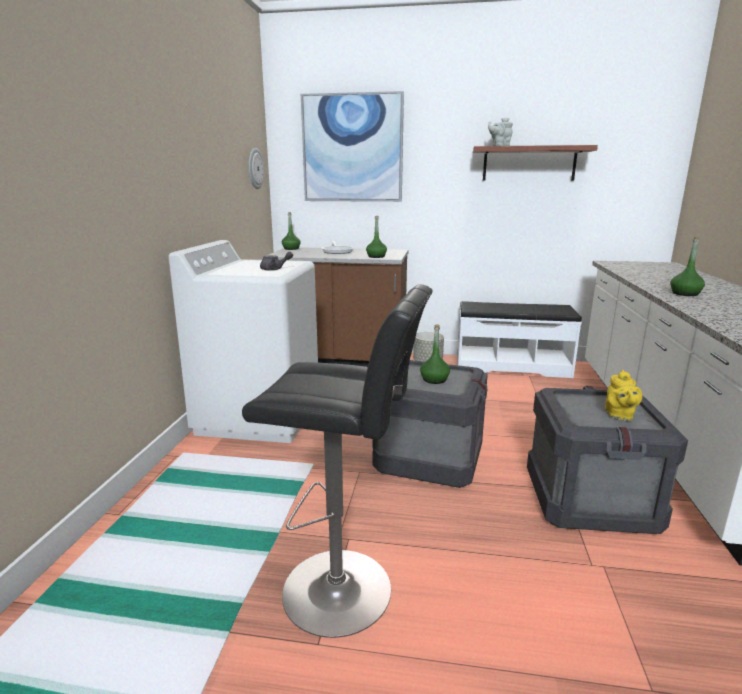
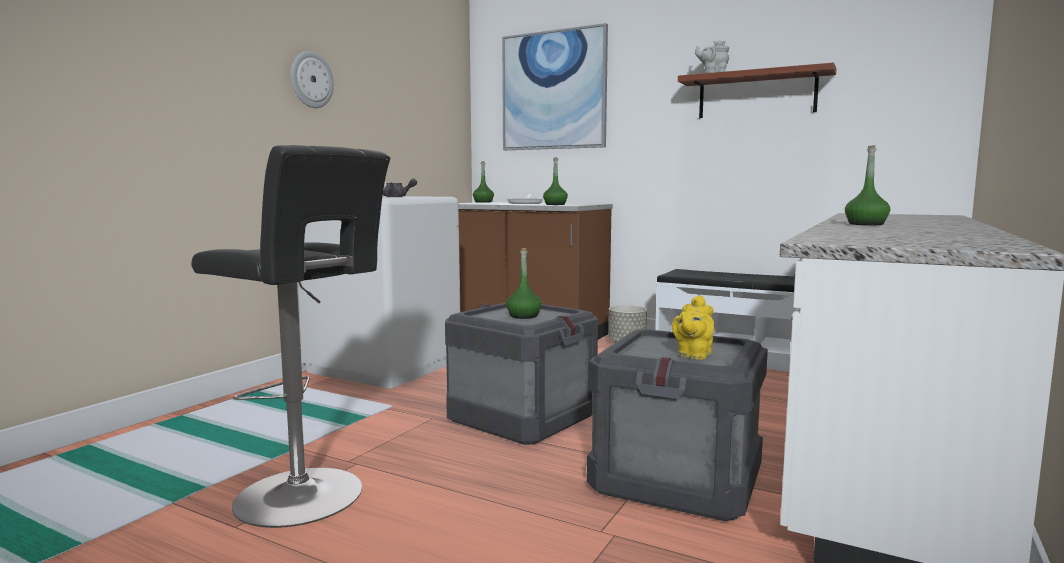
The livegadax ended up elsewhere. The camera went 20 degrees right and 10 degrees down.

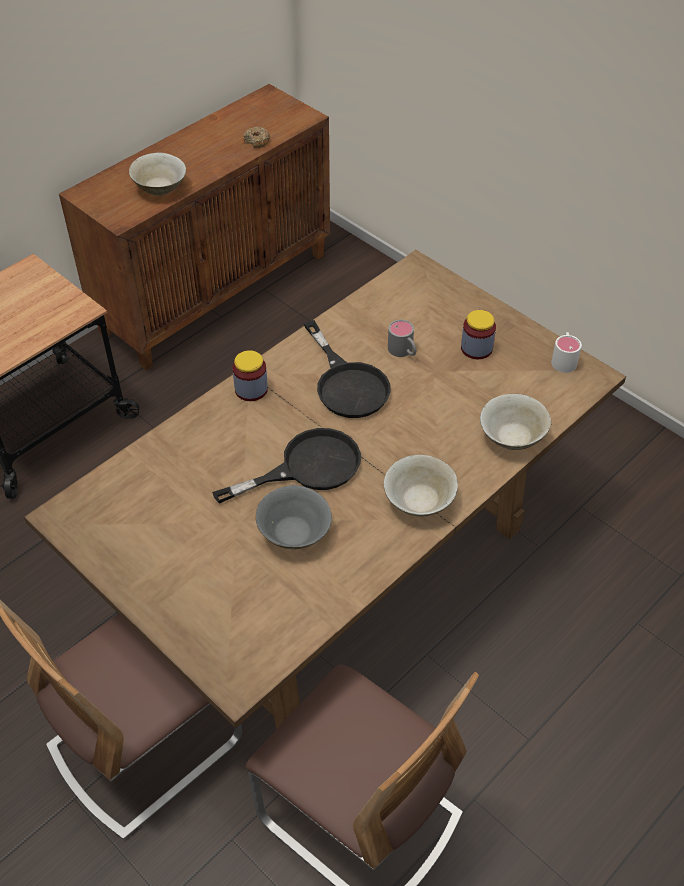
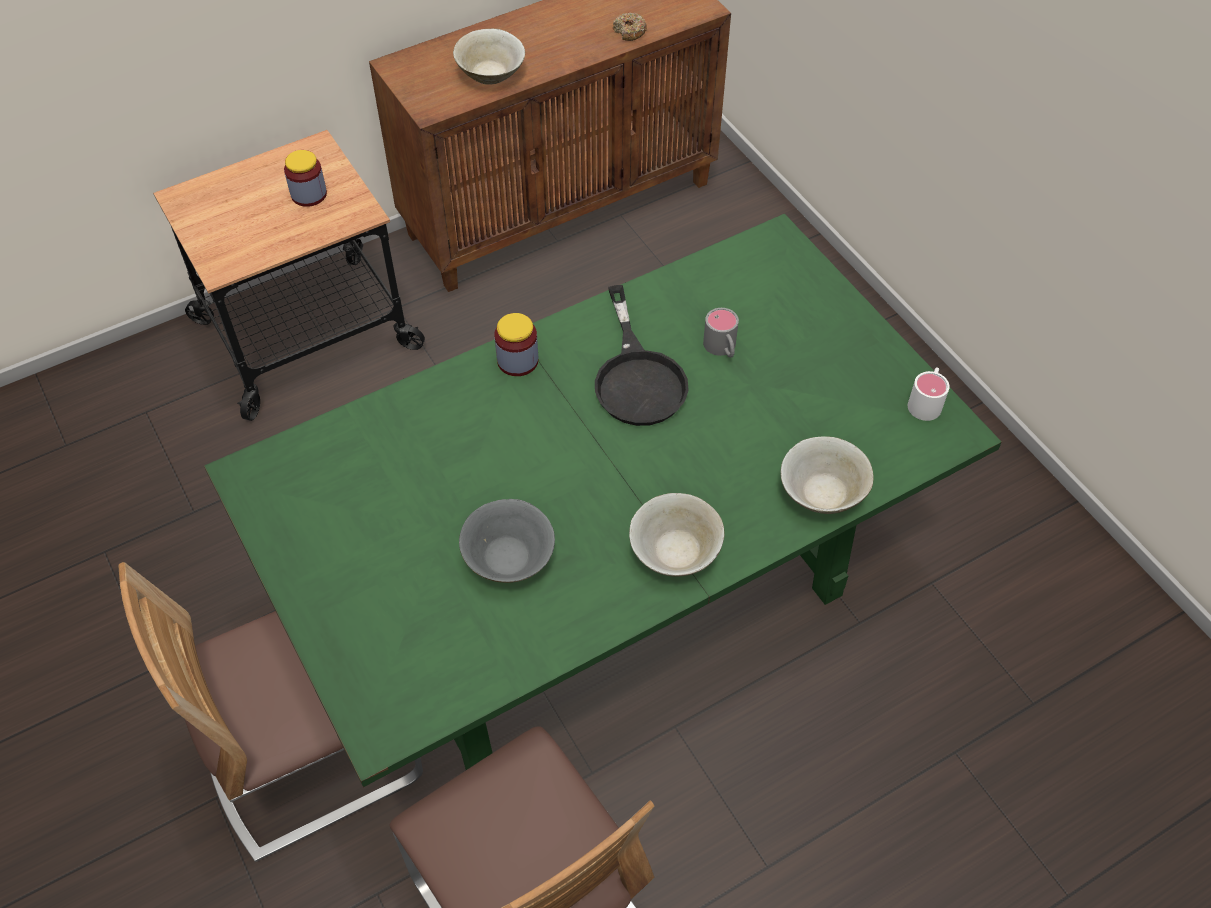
What was the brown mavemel turned into the green mavemel. The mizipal (2nd from left in the first image) ended up elsewhere. The second view lost the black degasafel (1st from left). The camera went 15 degrees right and 5 degrees up.

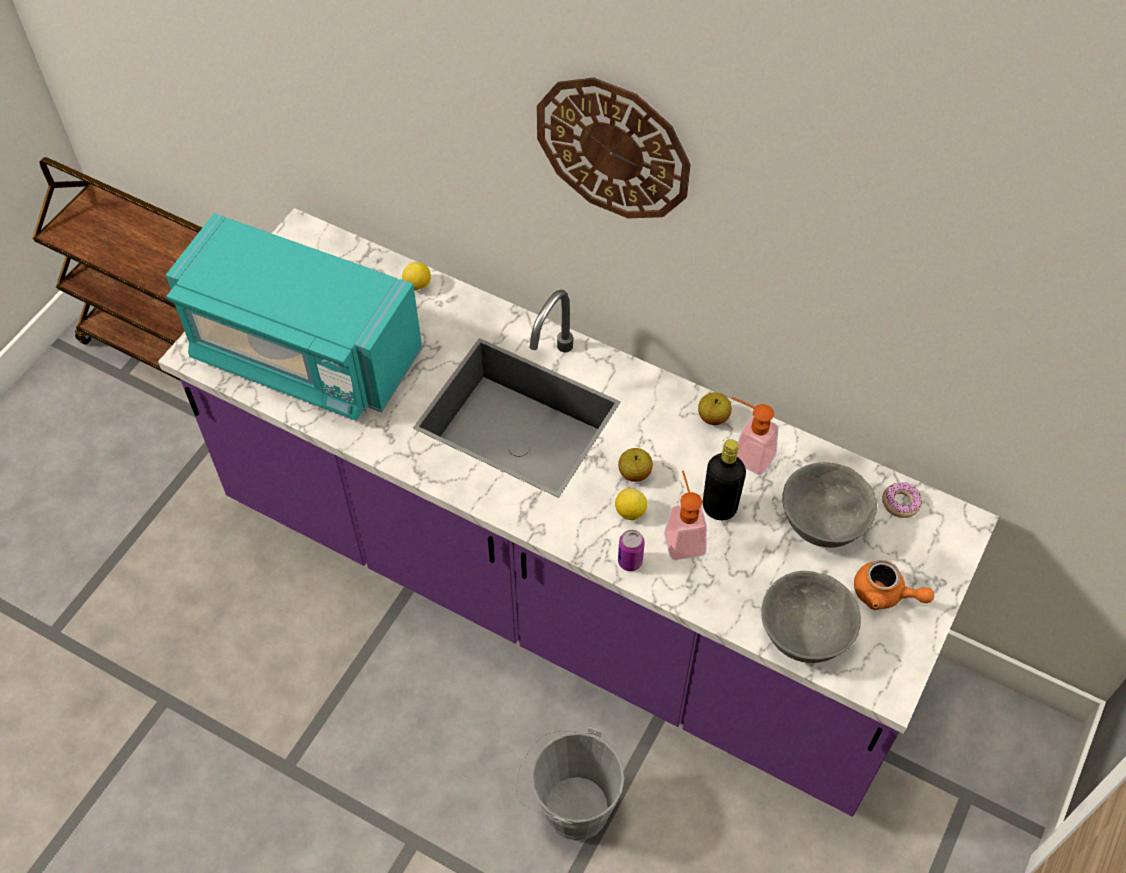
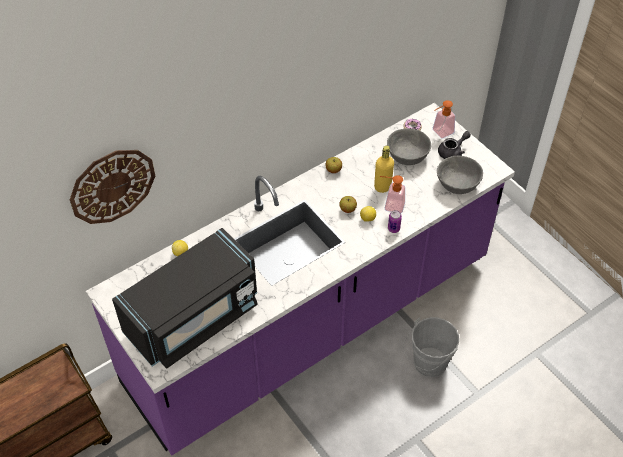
The livegadax ended up elsewhere. What was the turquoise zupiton turned into the black zupiton. What was the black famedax turned into the yellow famedax. The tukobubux (2nd from left) ended up elsewhere. What was the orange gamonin turned into the grey gamonin. The camera went 65 degrees left and 5 degrees down.

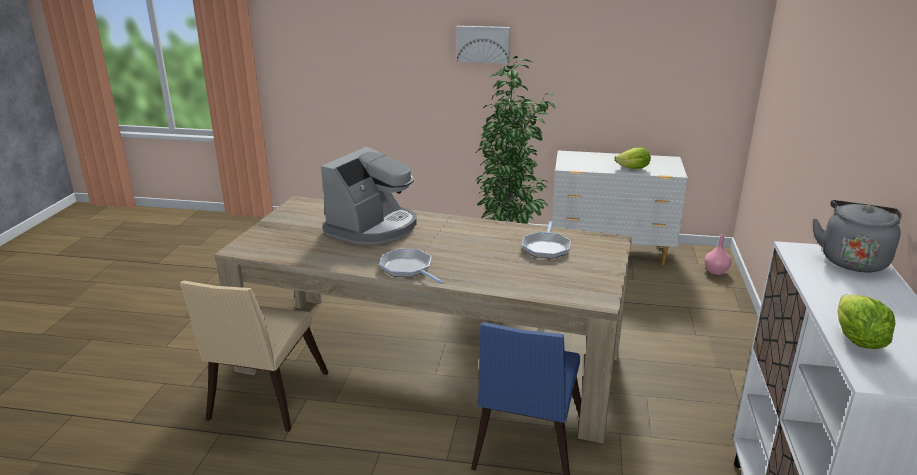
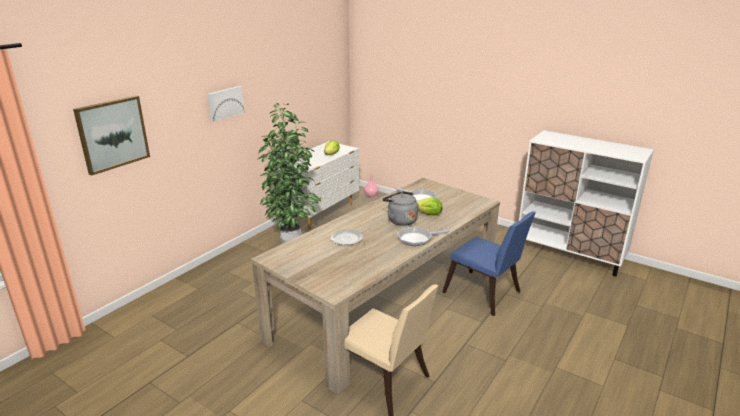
The second view gained the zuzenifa (1st from left). Where the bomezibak stood, the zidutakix came to stand. The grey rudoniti ended up elsewhere. The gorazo (2nd from left) ended up elsewhere. The camera went 65 degrees left and 0 degrees up.

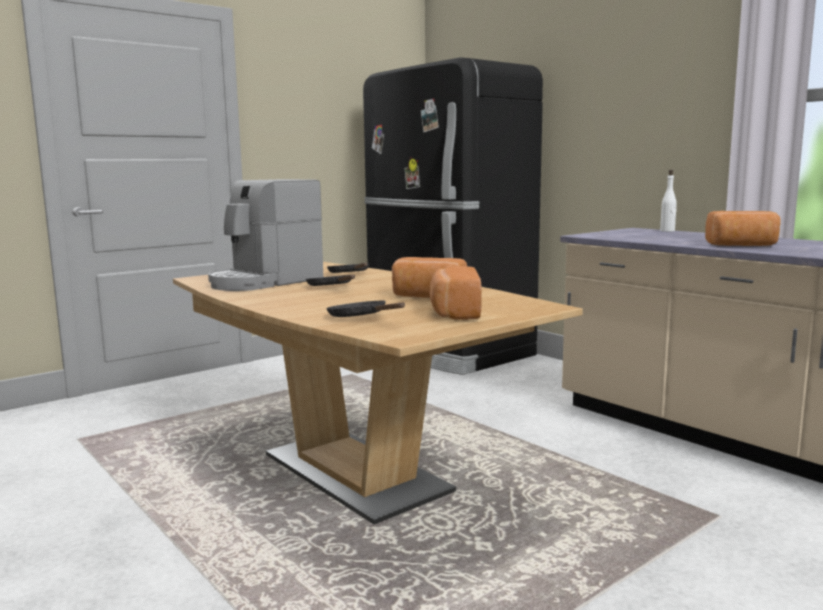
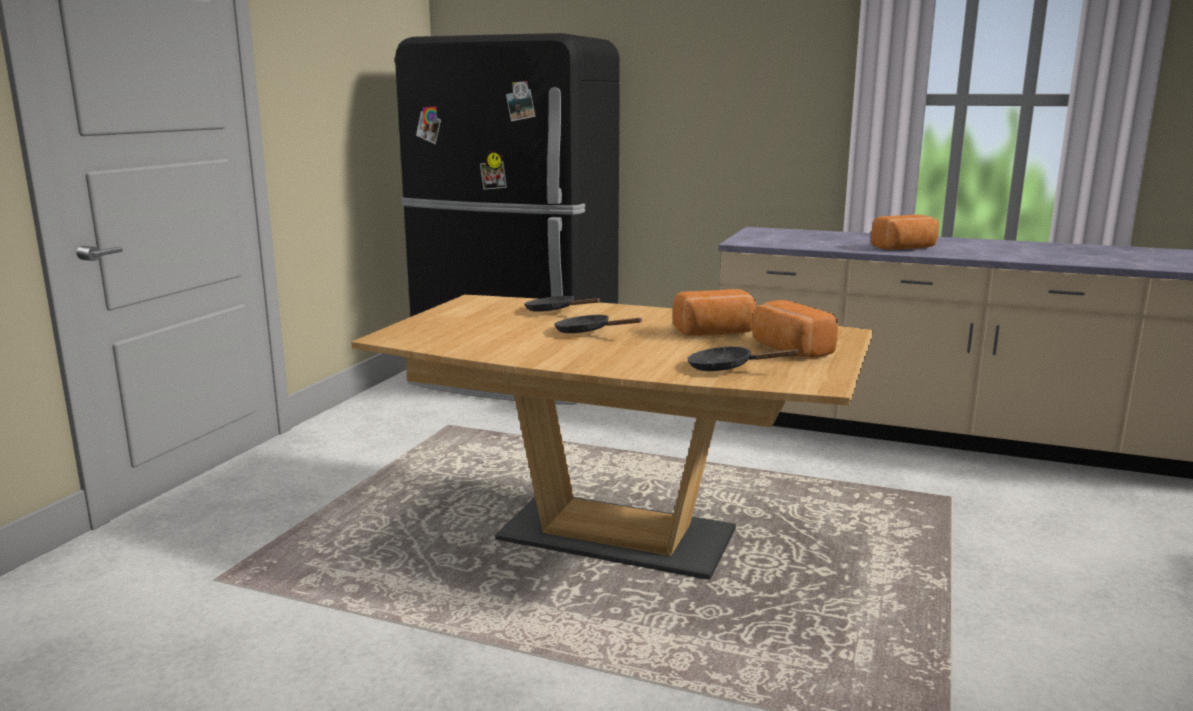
The second view lost the bomezibak. The second view lost the white famedax. The camera went 30 degrees left and 5 degrees up.

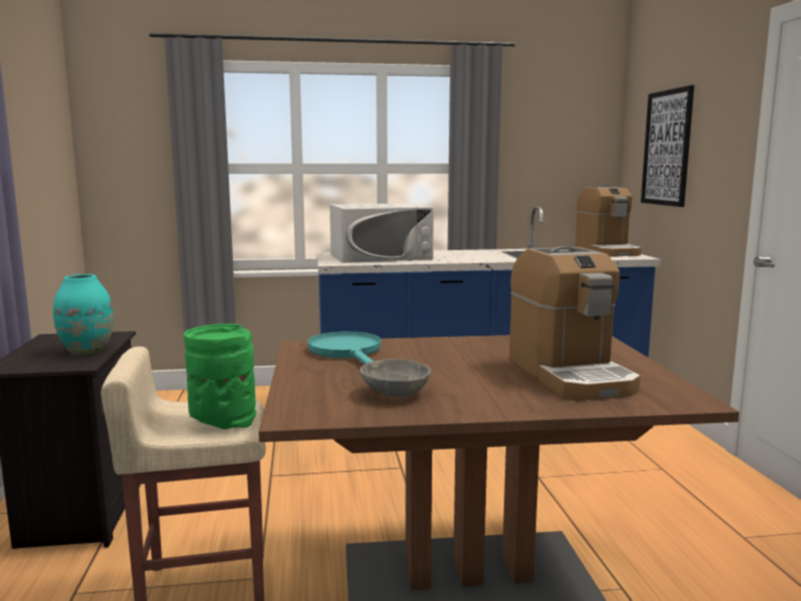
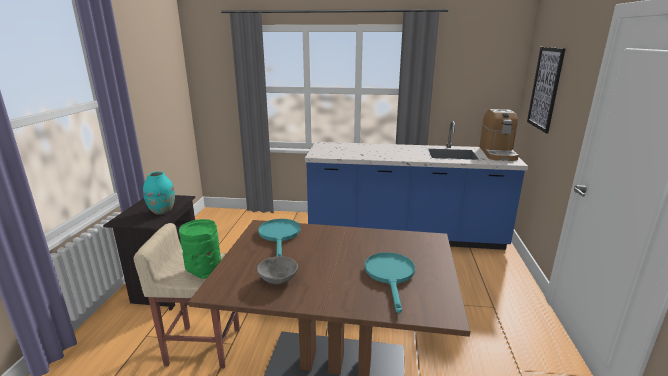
Where the bomezibak (1st from left) stood, the turquoise degasafel (2nd from left) came to stand. The second view lost the white zupiton. The camera went 15 degrees right and 10 degrees up.

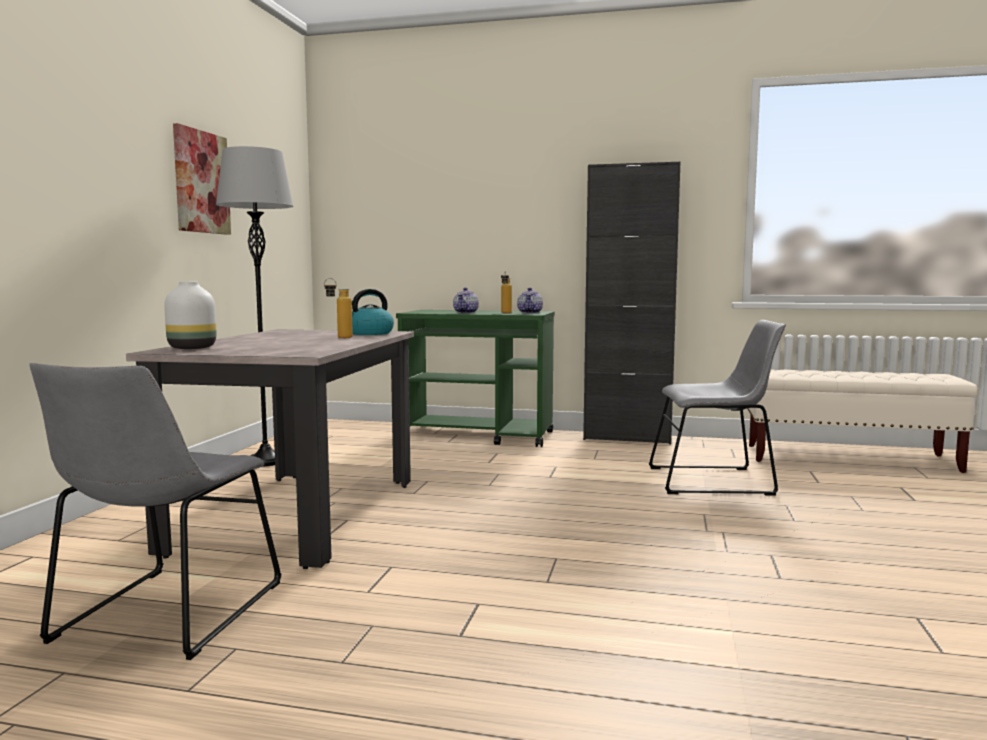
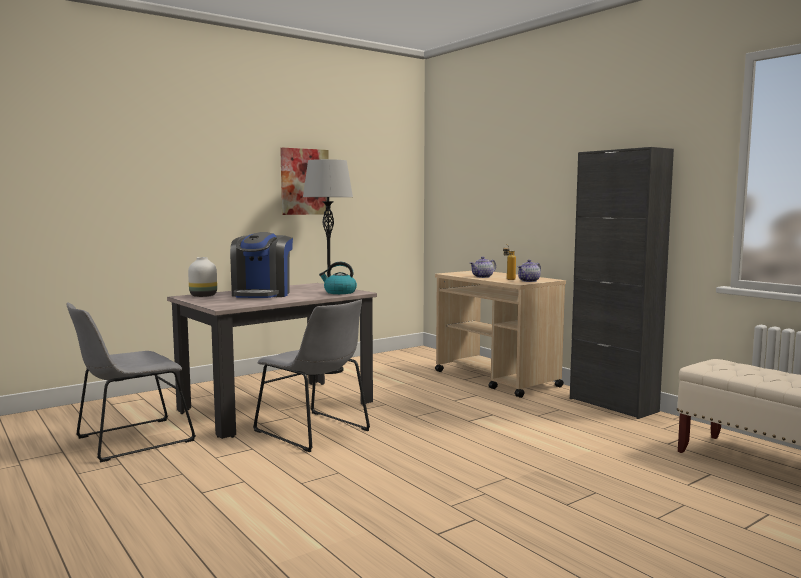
The second view gained the bomezibak. The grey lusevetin (2nd from left) ended up elsewhere. What was the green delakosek turned into the beige delakosek. The second view lost the famedax (1st from left). The camera went 40 degrees right and 0 degrees up.

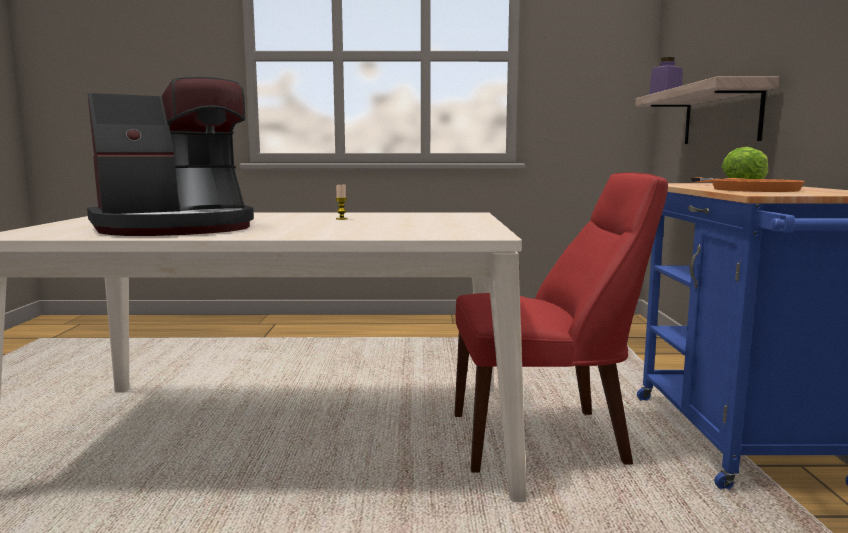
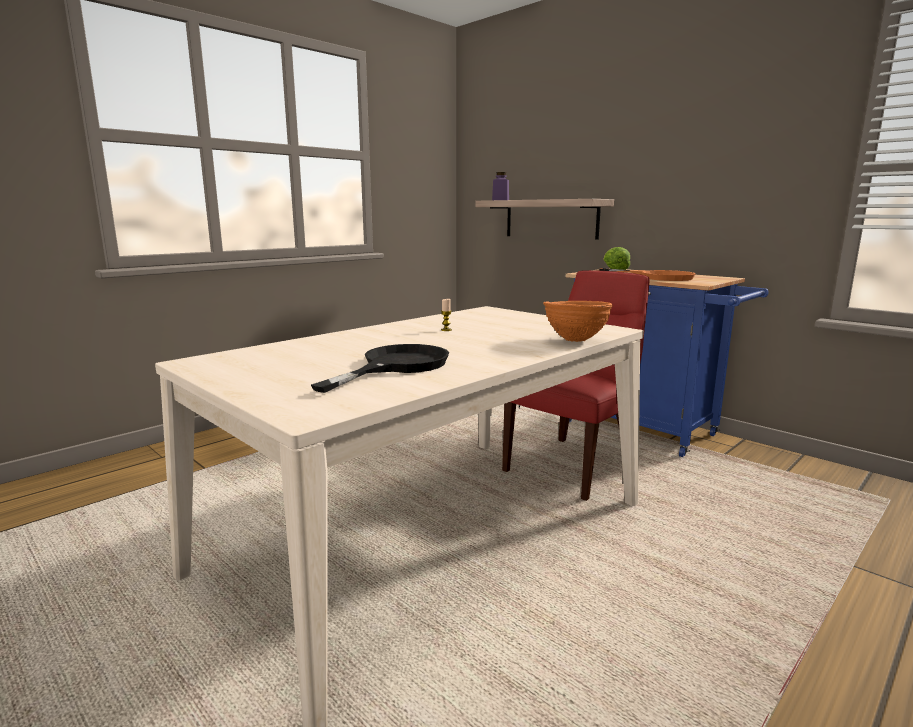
Where the bomezibak stood, the black degasafel came to stand. The second view gained the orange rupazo. The camera went 45 degrees left and 5 degrees up.

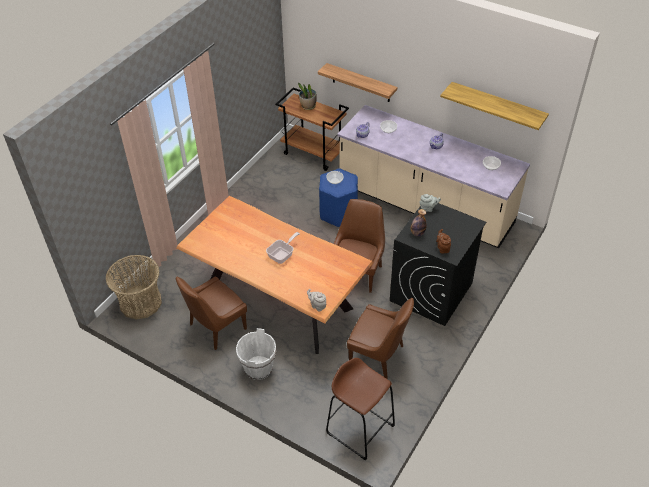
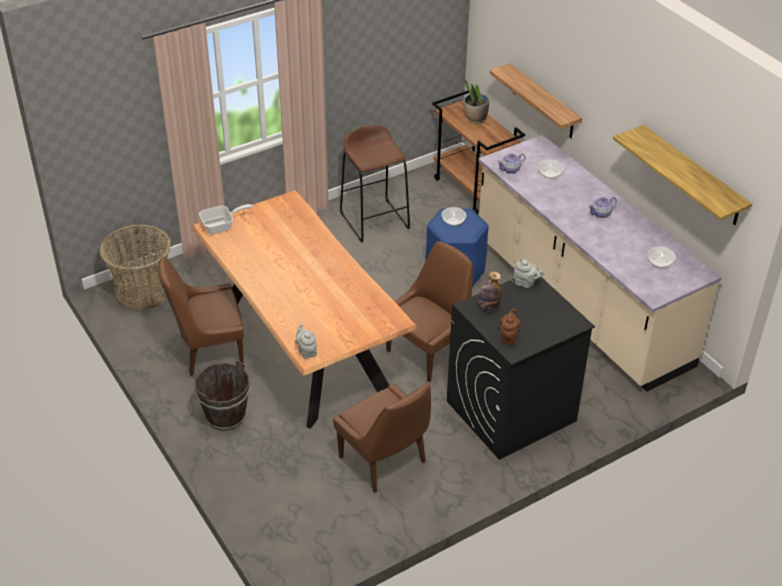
What was the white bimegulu turned into the brown bimegulu. The degasafel ended up elsewhere. The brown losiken ended up elsewhere. The camera went 25 degrees right and 5 degrees down.

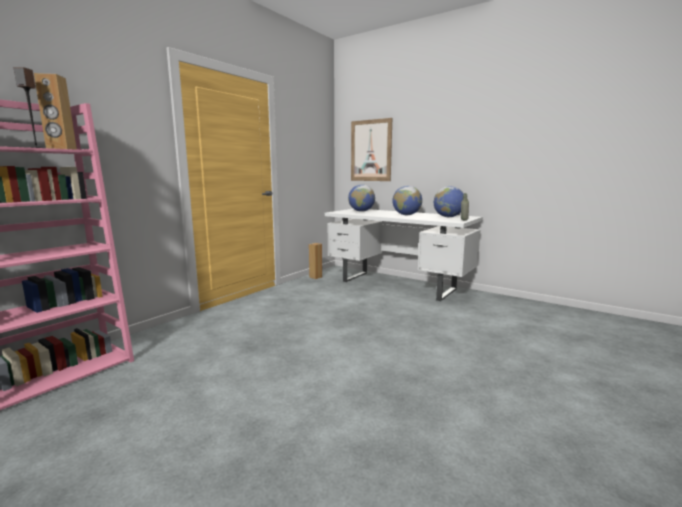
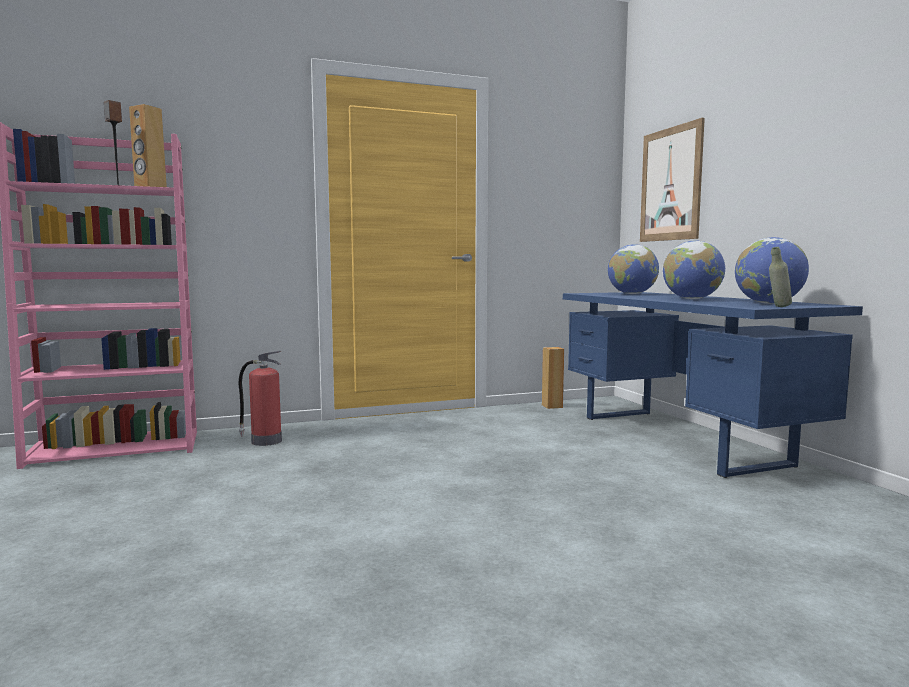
The second view gained the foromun. What was the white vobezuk turned into the blue vobezuk. The camera went 35 degrees right and 5 degrees down.

